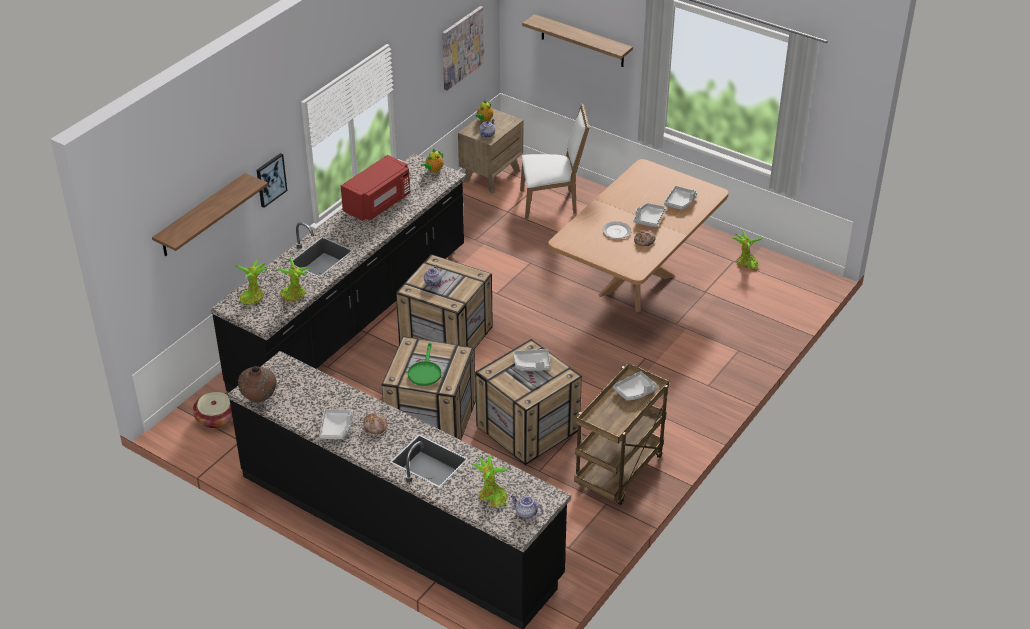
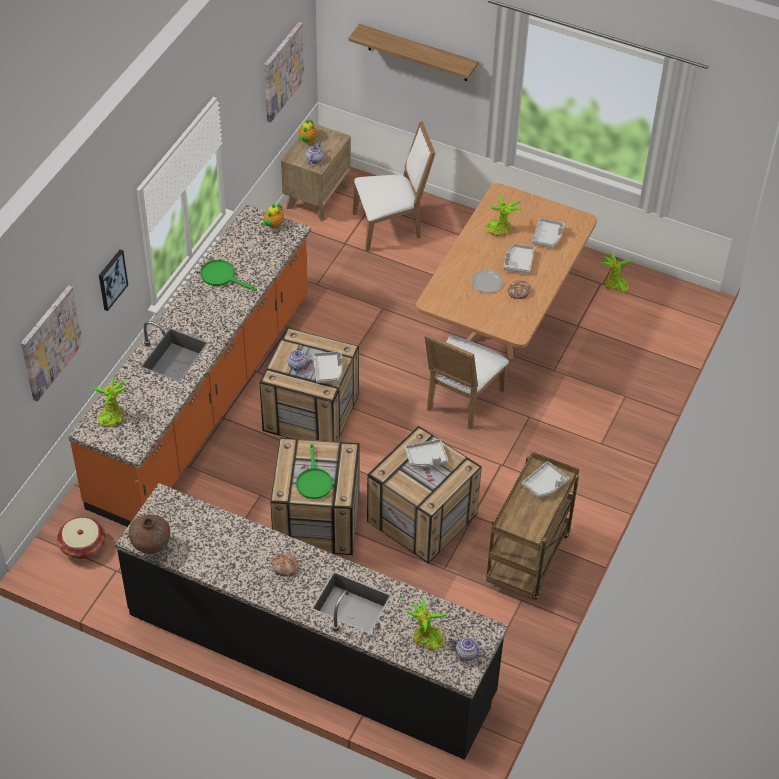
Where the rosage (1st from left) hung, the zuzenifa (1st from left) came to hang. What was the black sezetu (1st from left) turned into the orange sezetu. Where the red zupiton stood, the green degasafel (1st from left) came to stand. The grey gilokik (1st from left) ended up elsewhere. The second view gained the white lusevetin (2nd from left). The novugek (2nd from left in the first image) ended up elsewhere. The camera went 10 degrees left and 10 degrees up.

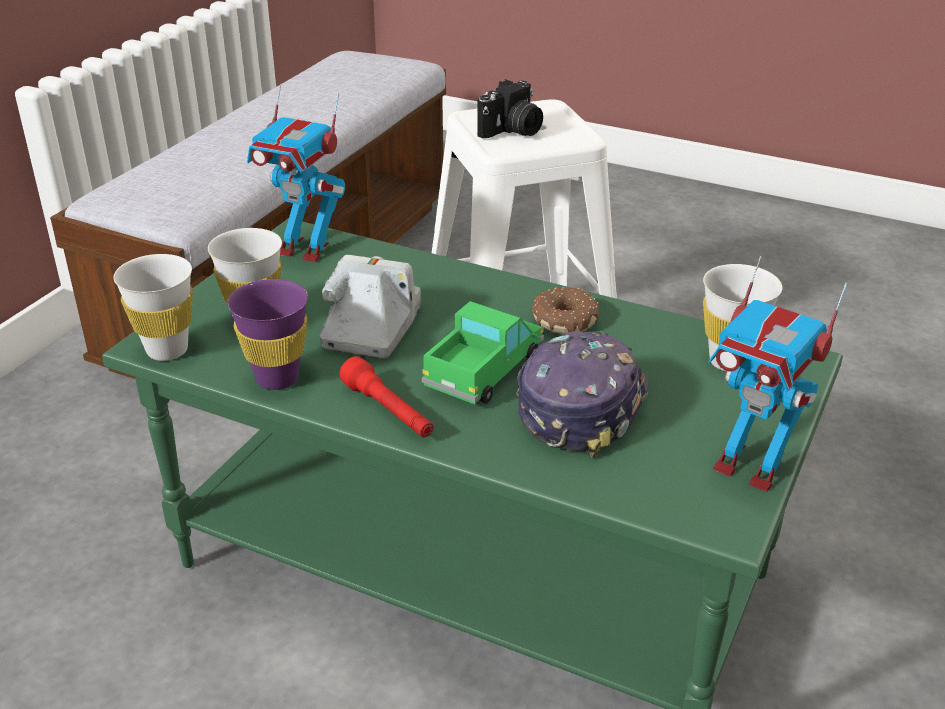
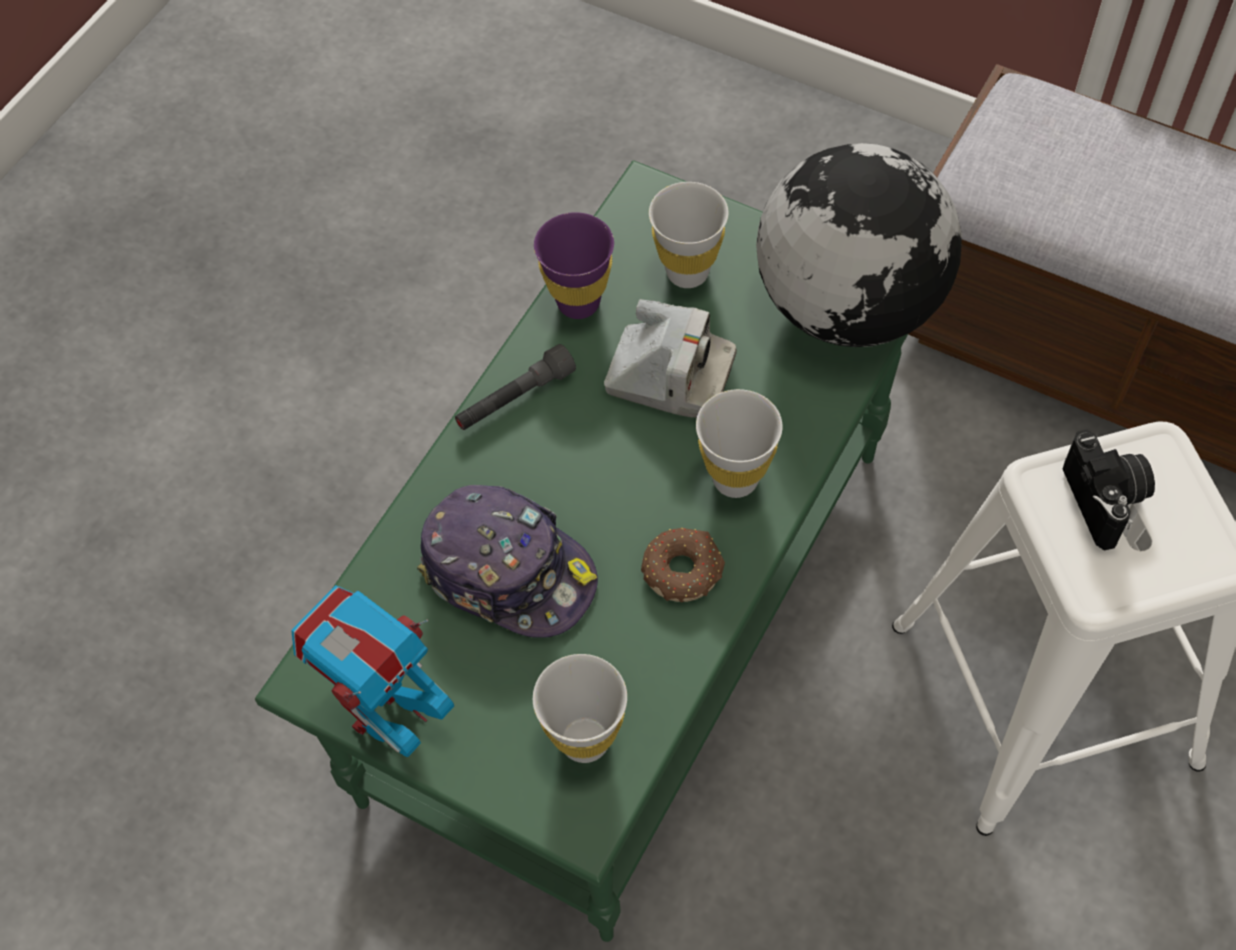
What was the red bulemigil turned into the grey bulemigil. The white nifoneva (1st from left in the first image) ended up elsewhere. Where the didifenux (1st from left) stood, the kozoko came to stand. The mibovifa (2nd from left) ended up facing another way, 150 degrees counterclockwise from before. The second view lost the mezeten. The camera went 95 degrees right and 25 degrees up.

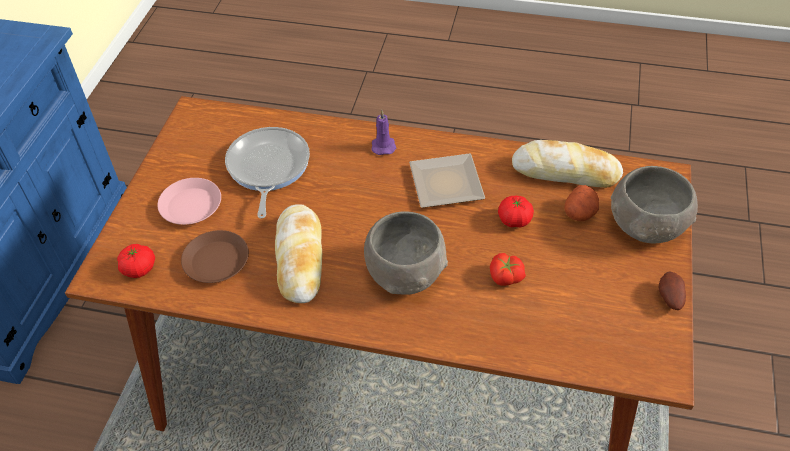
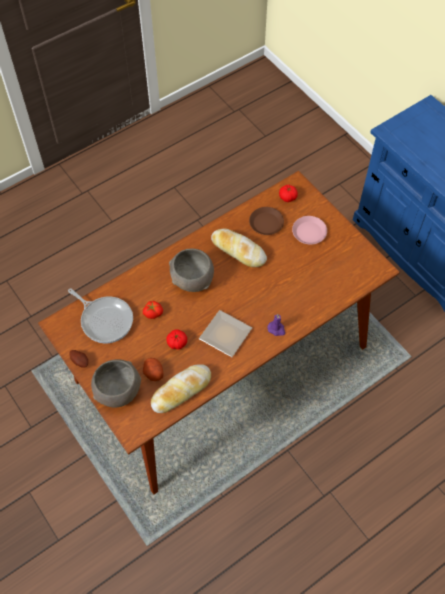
The degasafel ended up elsewhere. The camera went 130 degrees right and 10 degrees up.

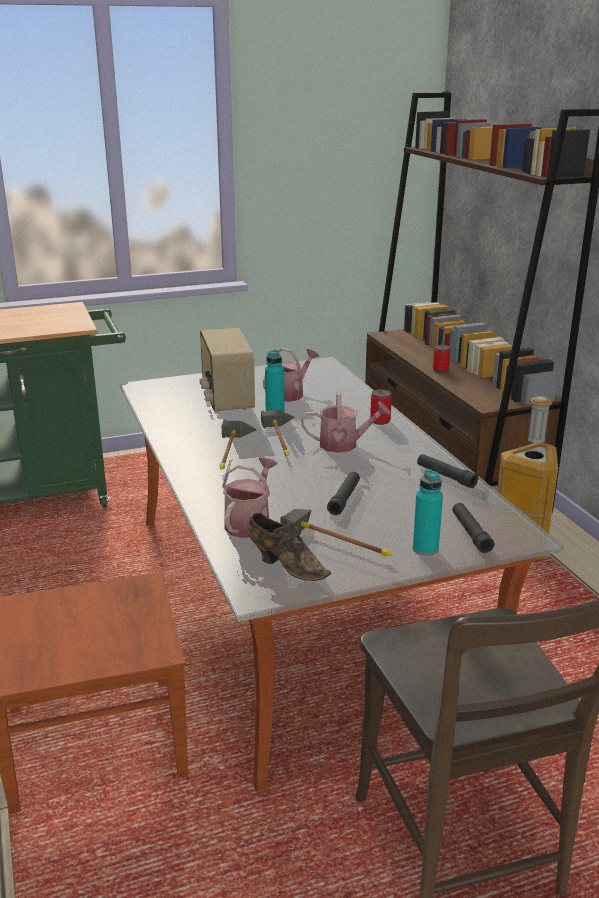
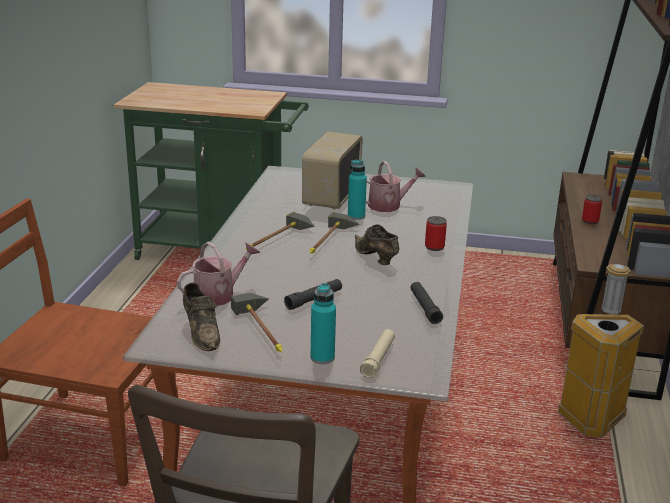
Where the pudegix (3rd from left) stood, the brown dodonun (2nd from left) came to stand. What was the black bulemigil (3rd from left) turned into the beige bulemigil. The camera went 30 degrees right and 0 degrees up.

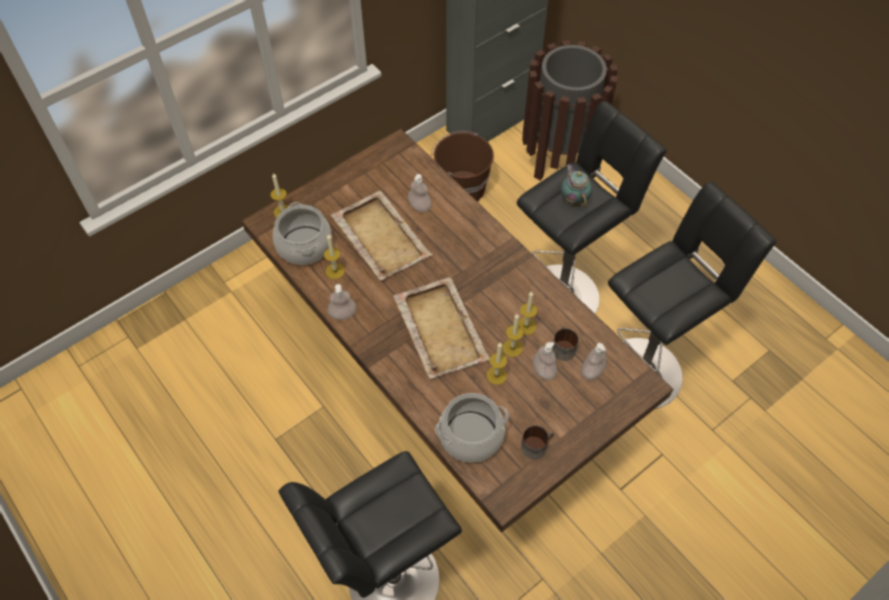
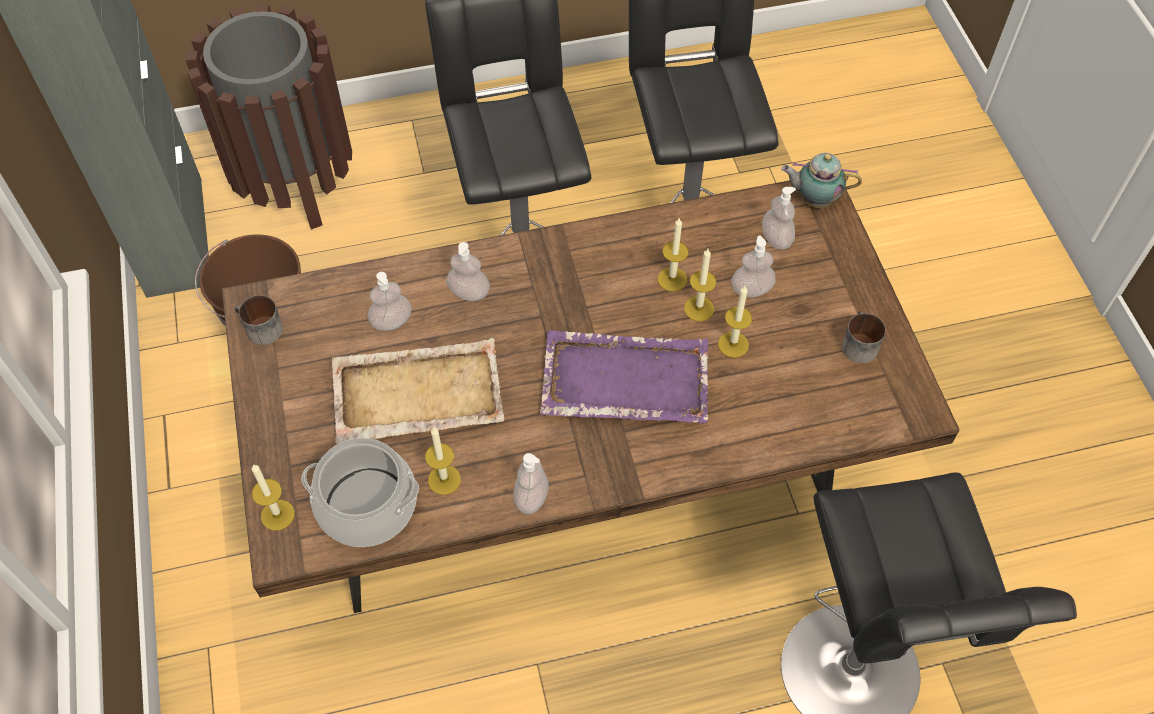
The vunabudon (2nd from left in the first image) ended up elsewhere. The second view gained the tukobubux (2nd from left). What was the beige gilokik (2nd from left) turned into the purple gilokik. The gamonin ended up elsewhere. The second view lost the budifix (2nd from left). The camera went 65 degrees left and 0 degrees up.

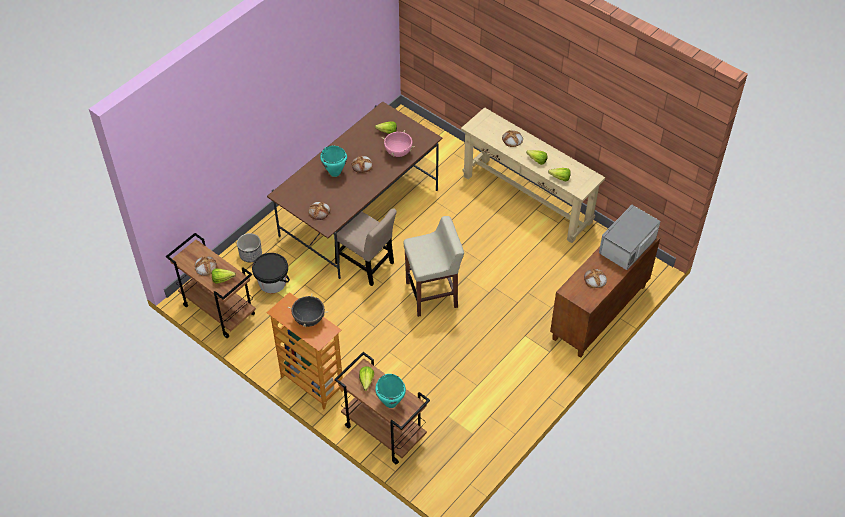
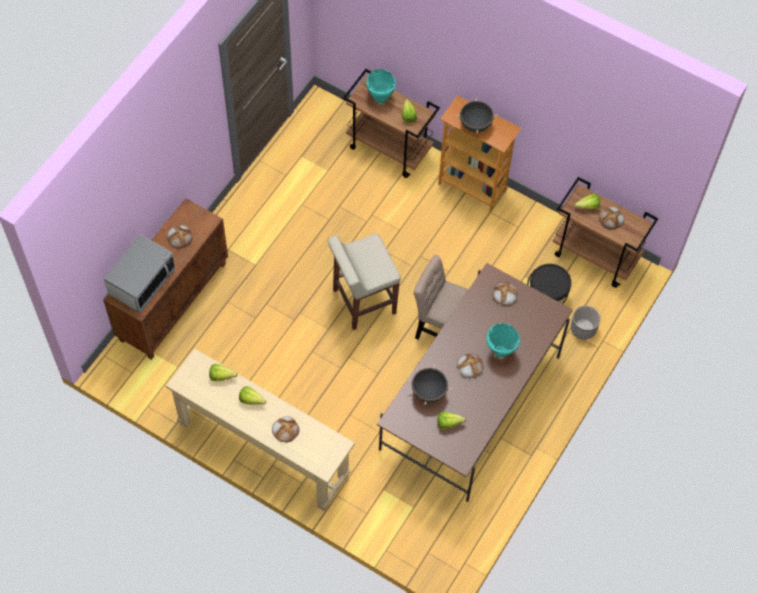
What was the pink budifix turned into the black budifix (1st from left). The camera went 170 degrees right and 10 degrees up.

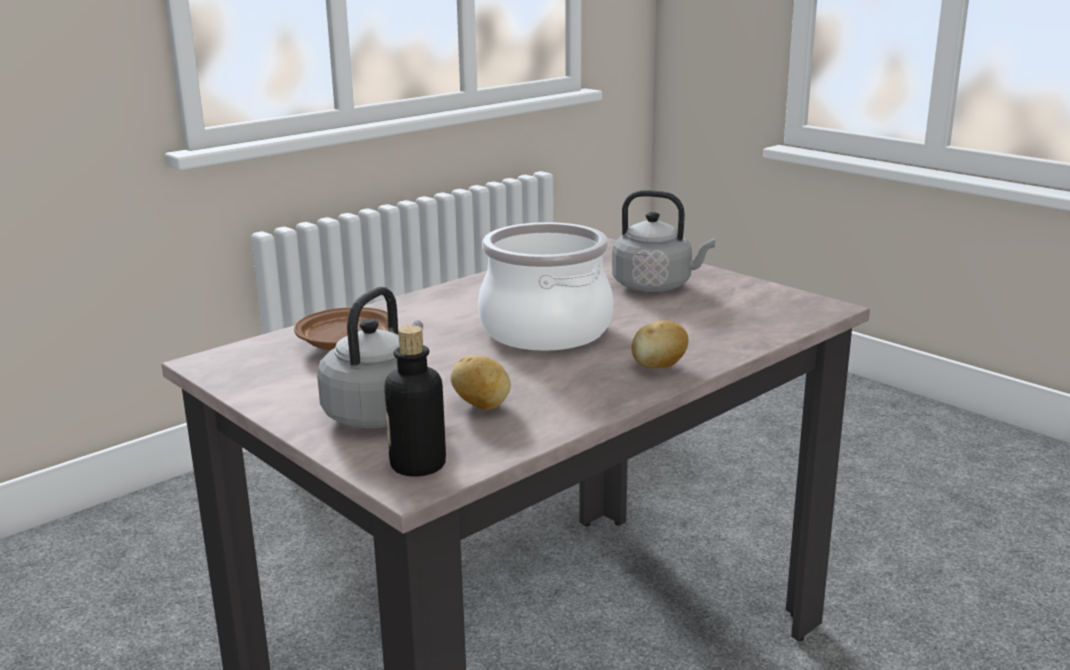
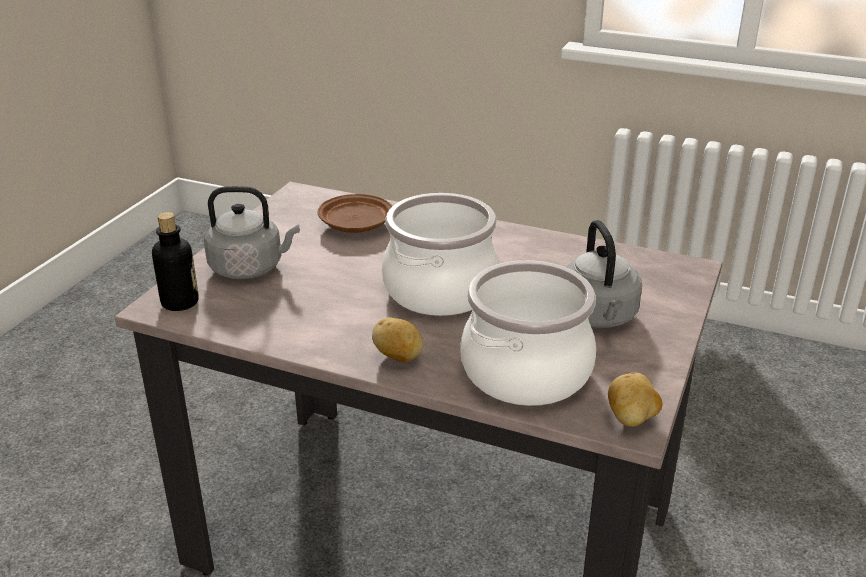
The second view gained the budifix (2nd from left). The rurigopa (1st from left in the first image) ended up elsewhere. The camera went 65 degrees right and 10 degrees up.

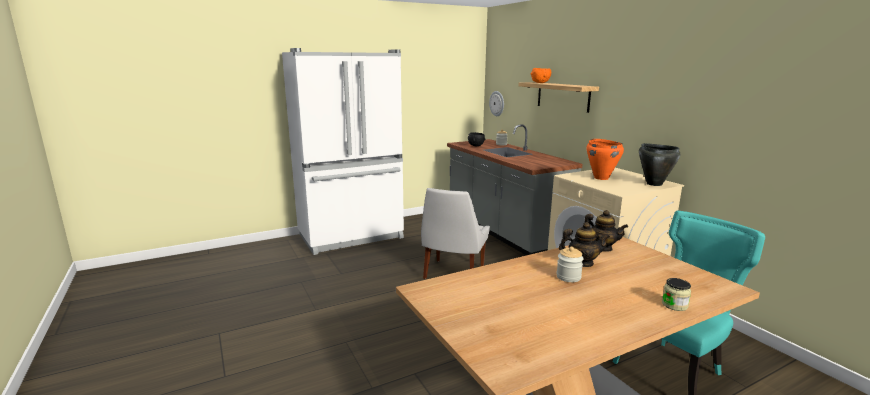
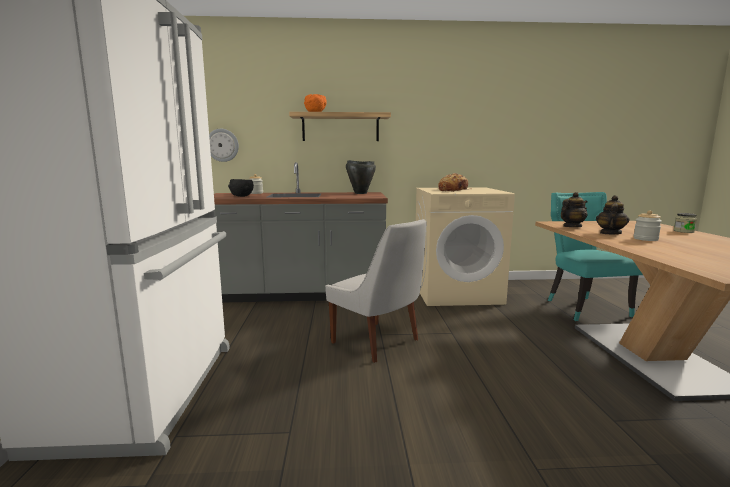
The black budifix ended up elsewhere. Where the orange budifix stood, the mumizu came to stand. The camera went 65 degrees left and 5 degrees down.

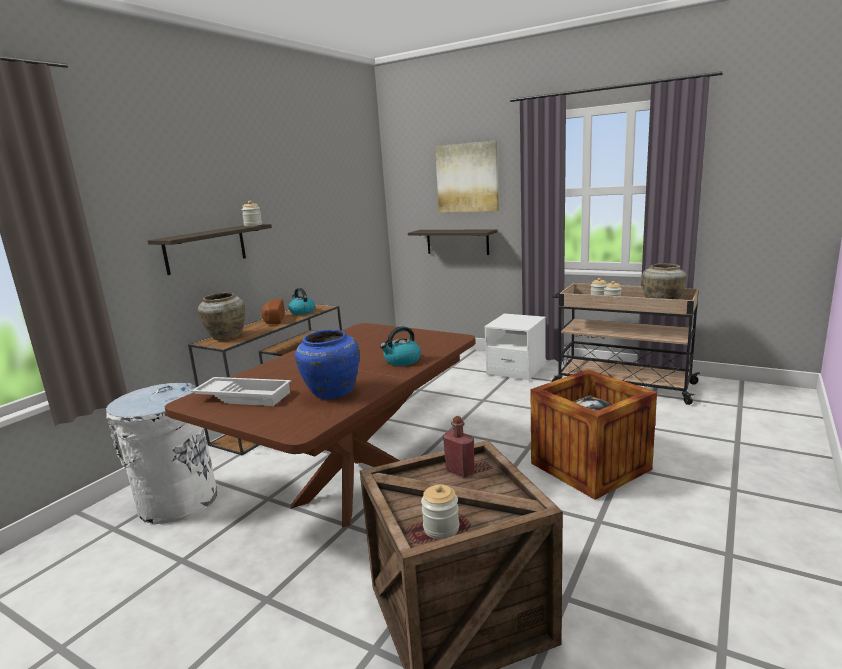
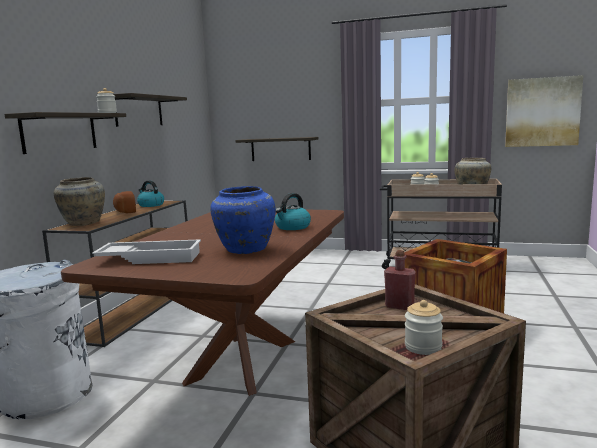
The second view gained the rosage (2nd from left). The zuzenifa ended up elsewhere. The second view lost the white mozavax. The camera went 15 degrees left and 5 degrees down.

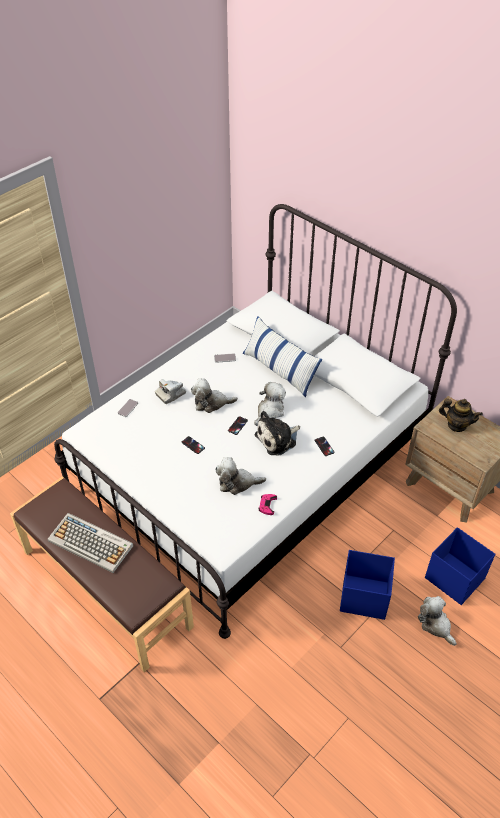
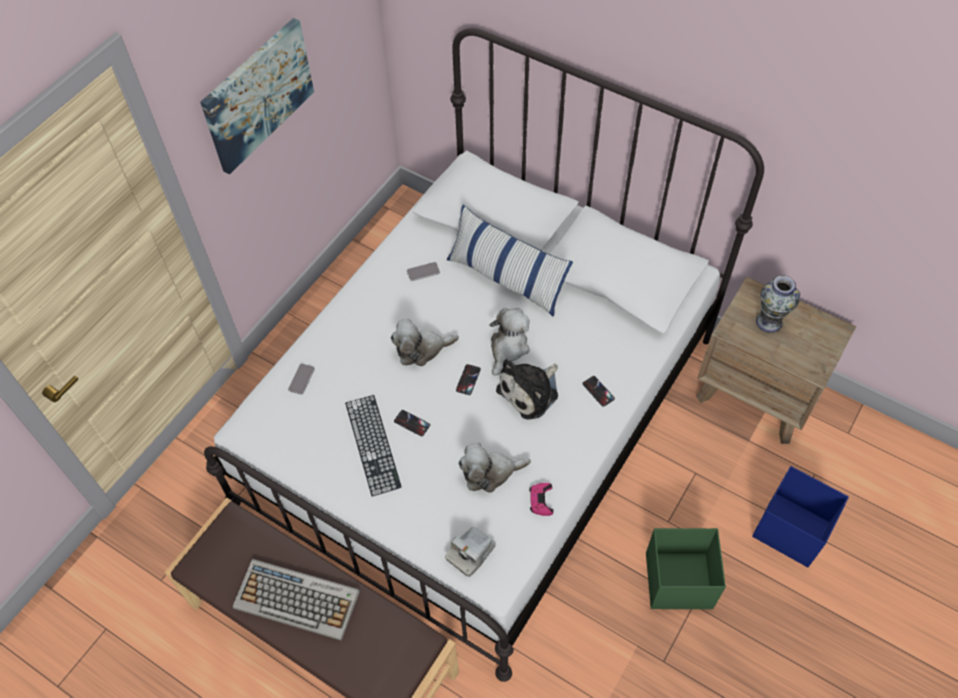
The second view gained the zuzenifa. The second view gained the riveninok (2nd from left). The mibovifa ended up elsewhere. What was the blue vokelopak (1st from left) turned into the green vokelopak. Where the gamonin stood, the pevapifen came to stand. The second view lost the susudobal (5th from left). The camera went 10 degrees left and 10 degrees up.

